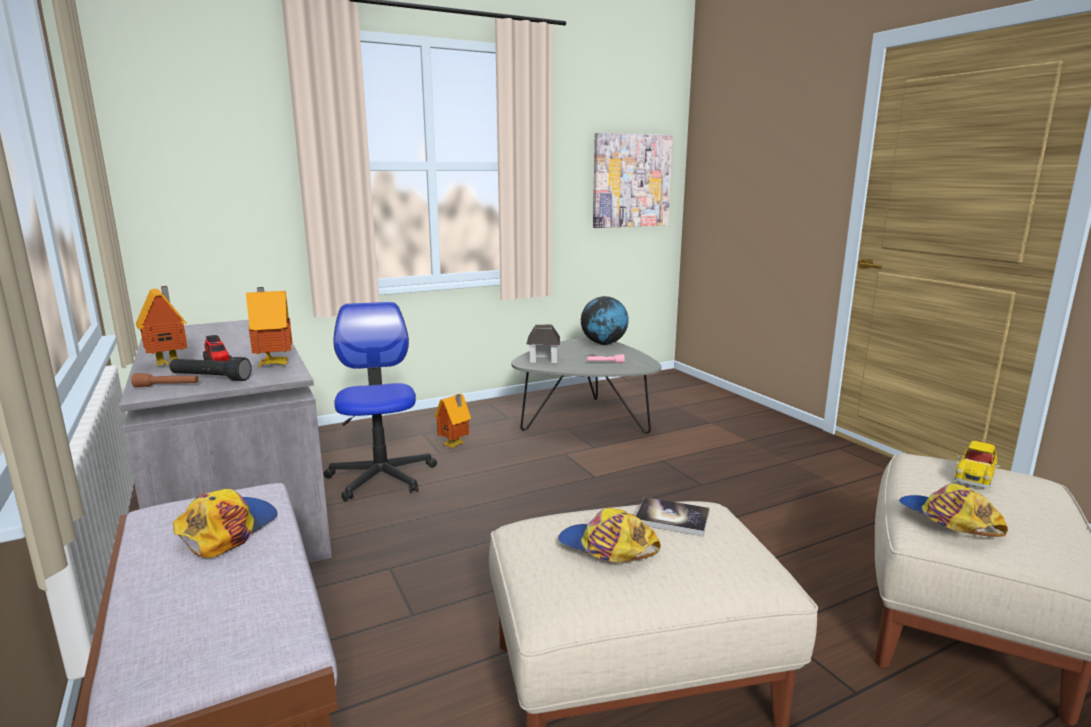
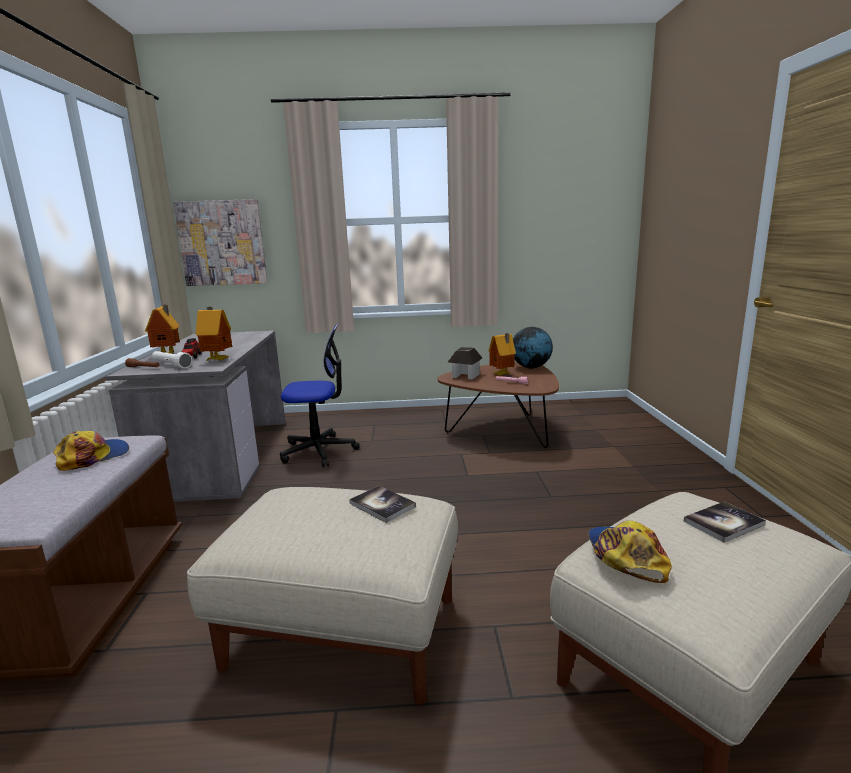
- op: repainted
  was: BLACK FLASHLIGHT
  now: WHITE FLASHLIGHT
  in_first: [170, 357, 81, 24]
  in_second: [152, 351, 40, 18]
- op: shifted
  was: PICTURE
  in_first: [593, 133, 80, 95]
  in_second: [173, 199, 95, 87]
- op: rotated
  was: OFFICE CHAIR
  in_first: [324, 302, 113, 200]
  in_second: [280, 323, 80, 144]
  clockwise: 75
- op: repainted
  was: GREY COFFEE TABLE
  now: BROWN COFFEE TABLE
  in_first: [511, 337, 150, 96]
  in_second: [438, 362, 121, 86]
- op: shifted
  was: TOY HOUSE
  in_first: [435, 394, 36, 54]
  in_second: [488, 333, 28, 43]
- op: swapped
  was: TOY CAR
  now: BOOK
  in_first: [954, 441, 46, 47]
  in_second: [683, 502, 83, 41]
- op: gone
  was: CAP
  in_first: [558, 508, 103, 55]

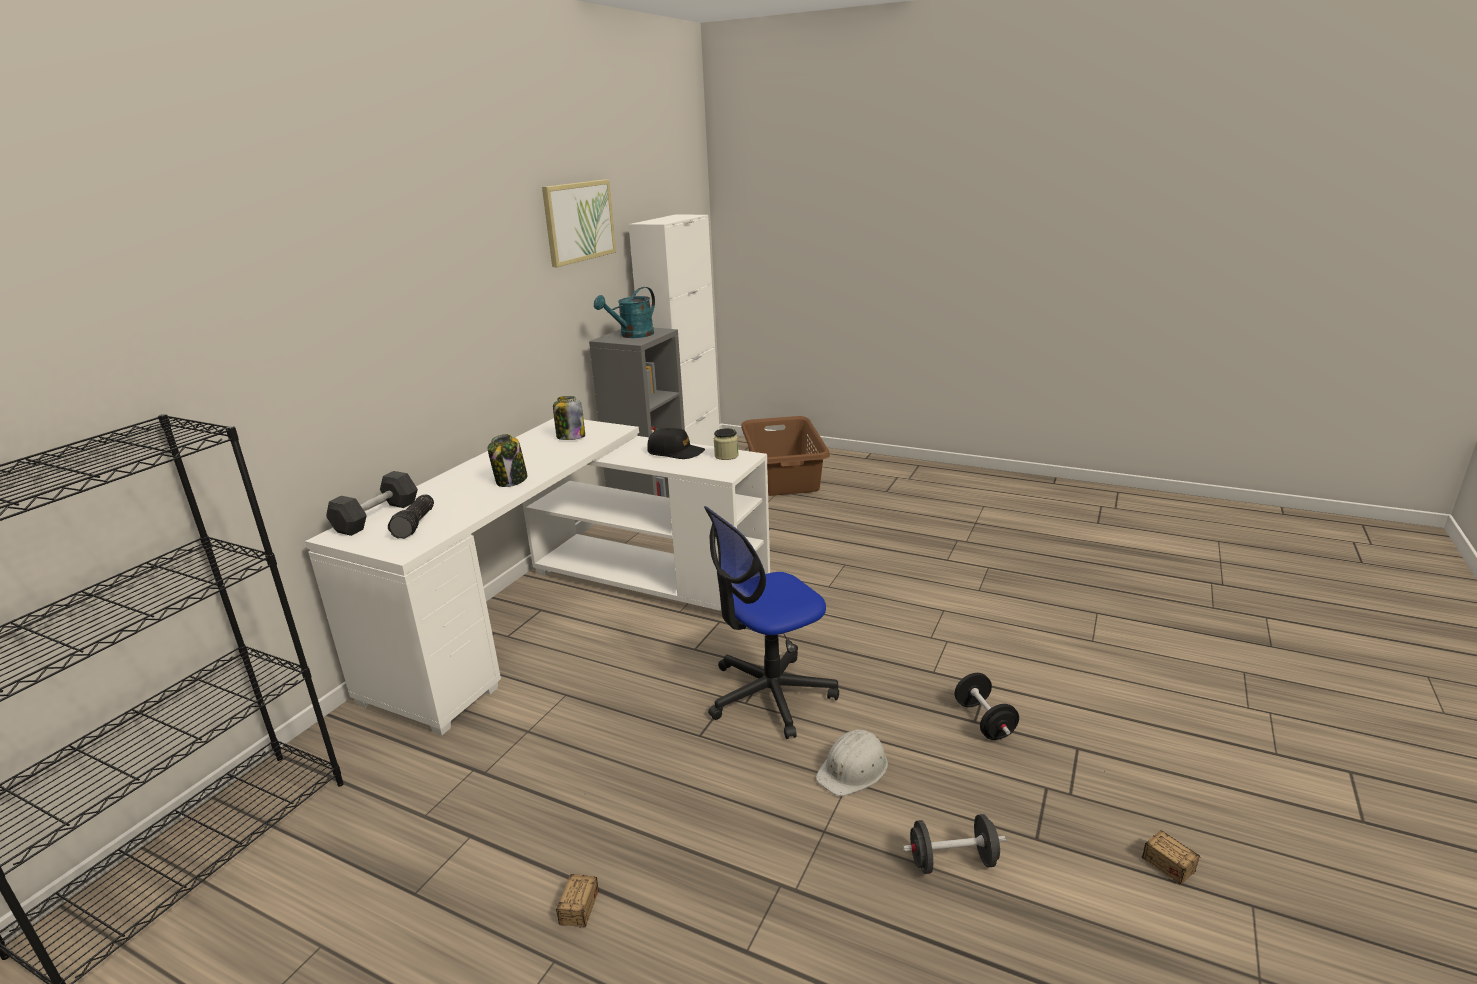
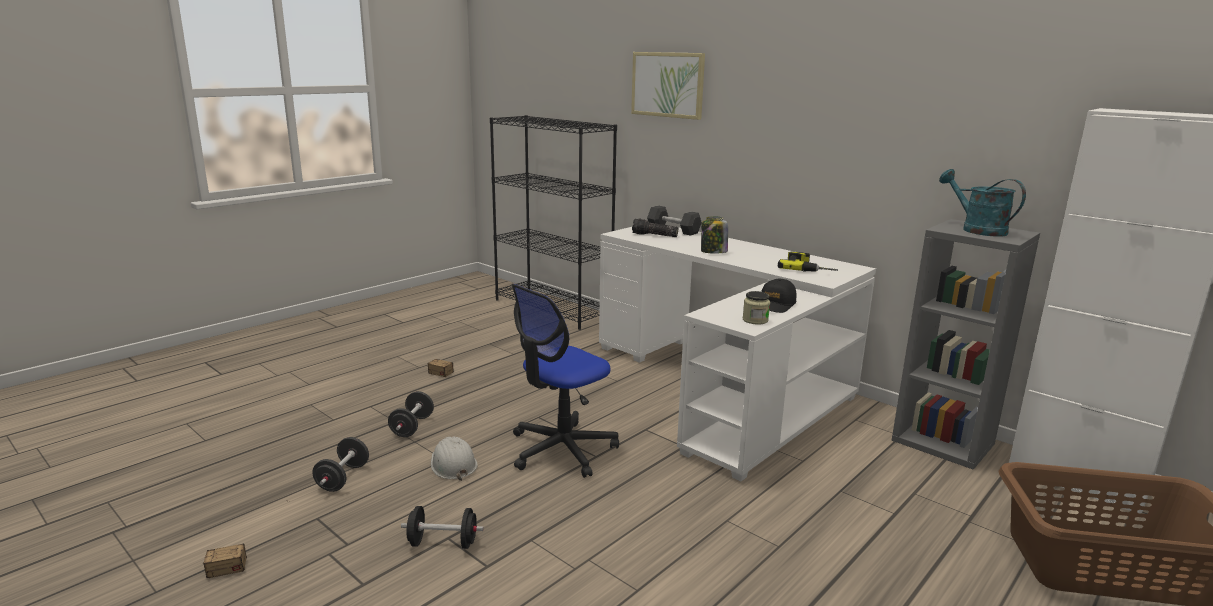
- op: new
  now: BLACK DUMBBELL
  in_second: [388, 391, 46, 46]
- op: rotated
  was: OFFICE CHAIR
  in_first: [704, 506, 135, 233]
  in_second: [512, 284, 107, 194]
  clockwise: -120
- op: shifted
  was: PICTURE
  in_first: [542, 179, 74, 88]
  in_second: [631, 52, 74, 68]
- op: swapped
  was: JAR
  now: POWER DRILL
  in_first: [553, 396, 32, 44]
  in_second: [778, 251, 60, 21]

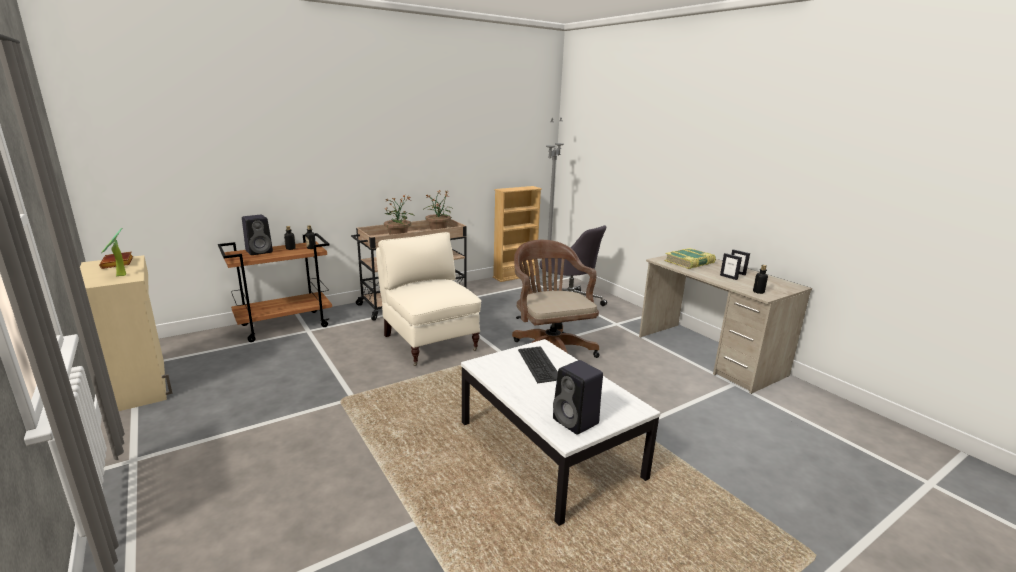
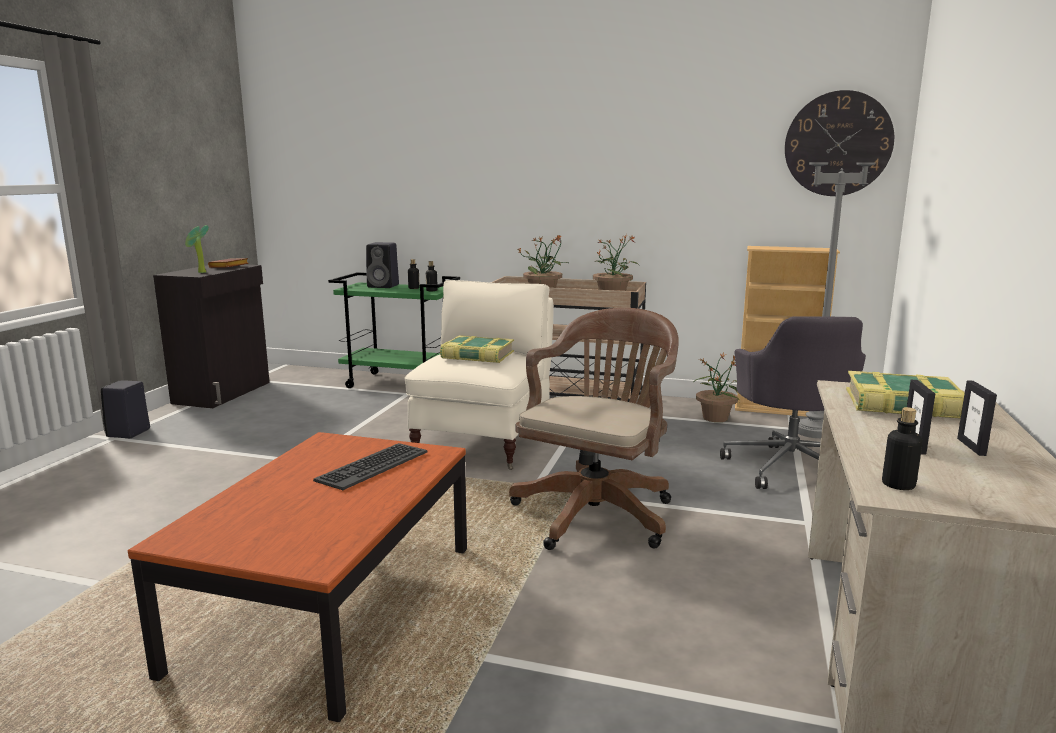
- op: shifted
  was: BLACK SPEAKER
  in_first: [553, 360, 50, 75]
  in_second: [101, 380, 49, 58]
- op: repainted
  was: WHITE COFFEE TABLE
  now: BROWN COFFEE TABLE
  in_first: [461, 339, 200, 187]
  in_second: [128, 432, 339, 290]
- op: repainted
  was: BEIGE CABINET
  now: BLACK CABINET
  in_first: [80, 255, 93, 156]
  in_second: [153, 264, 117, 144]
- op: repainted
  was: BROWN CART
  now: GREEN CART
  in_first: [218, 233, 114, 109]
  in_second: [328, 272, 132, 116]
- op: new
  now: BOOK
  in_second: [440, 335, 74, 28]
- op: new
  now: POTTED PLANT
  in_second: [695, 353, 43, 69]
- op: new
  now: WALL CLOCK
  in_second: [785, 90, 109, 106]

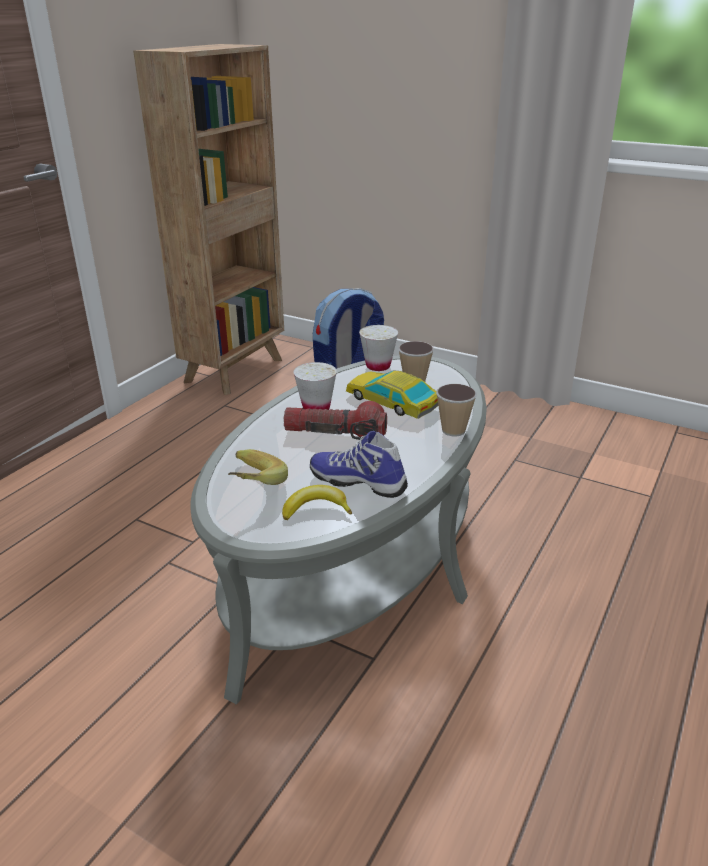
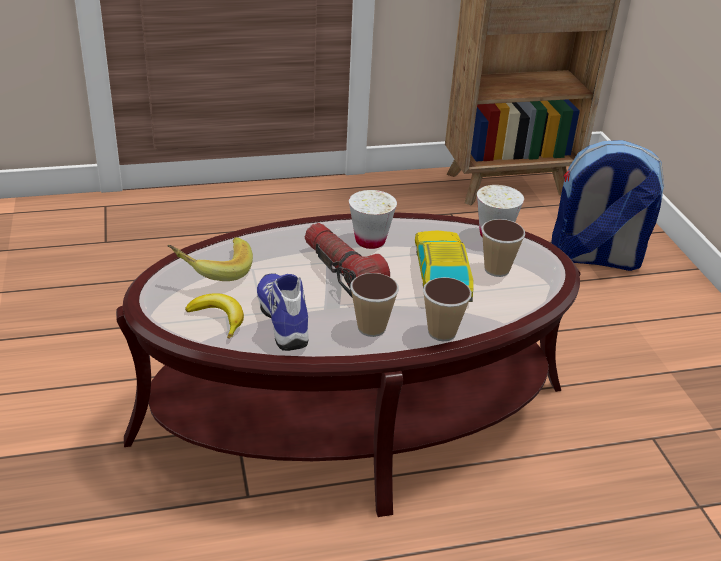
- op: repainted
  was: GREY COFFEE TABLE
  now: BROWN COFFEE TABLE
  in_first: [191, 355, 296, 350]
  in_second: [116, 213, 465, 304]
- op: new
  now: CUP
  in_second: [350, 273, 49, 64]

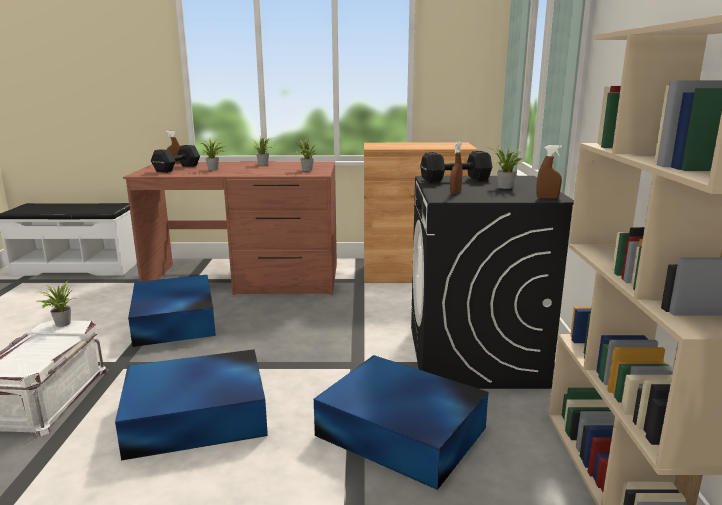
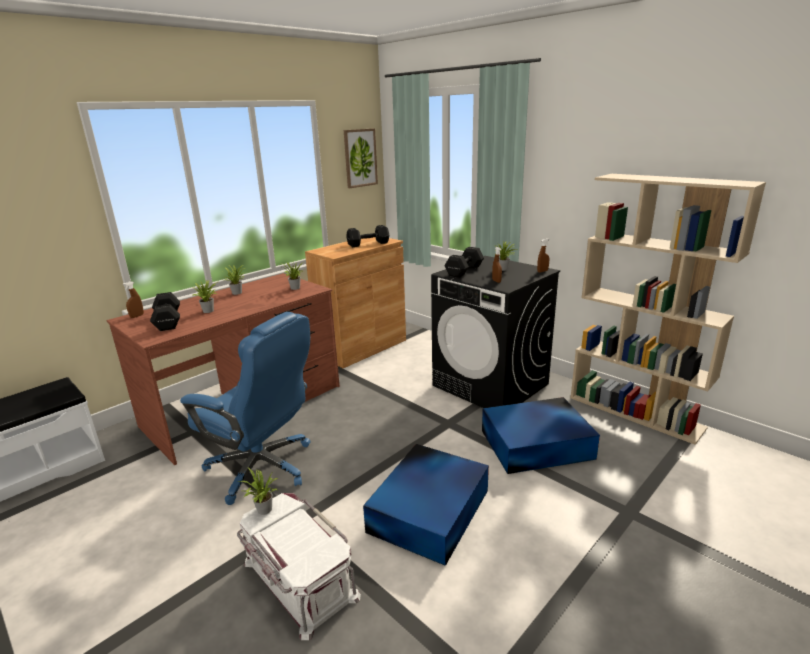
- op: swapped
  was: BLUE STORAGE BOX
  now: BLUE OFFICE CHAIR
  in_first: [128, 275, 88, 72]
  in_second: [180, 312, 131, 193]
- op: new
  now: PICTURE
  in_second: [344, 129, 34, 59]
- op: new
  now: BLACK DUMBBELL
  in_second: [346, 225, 43, 22]

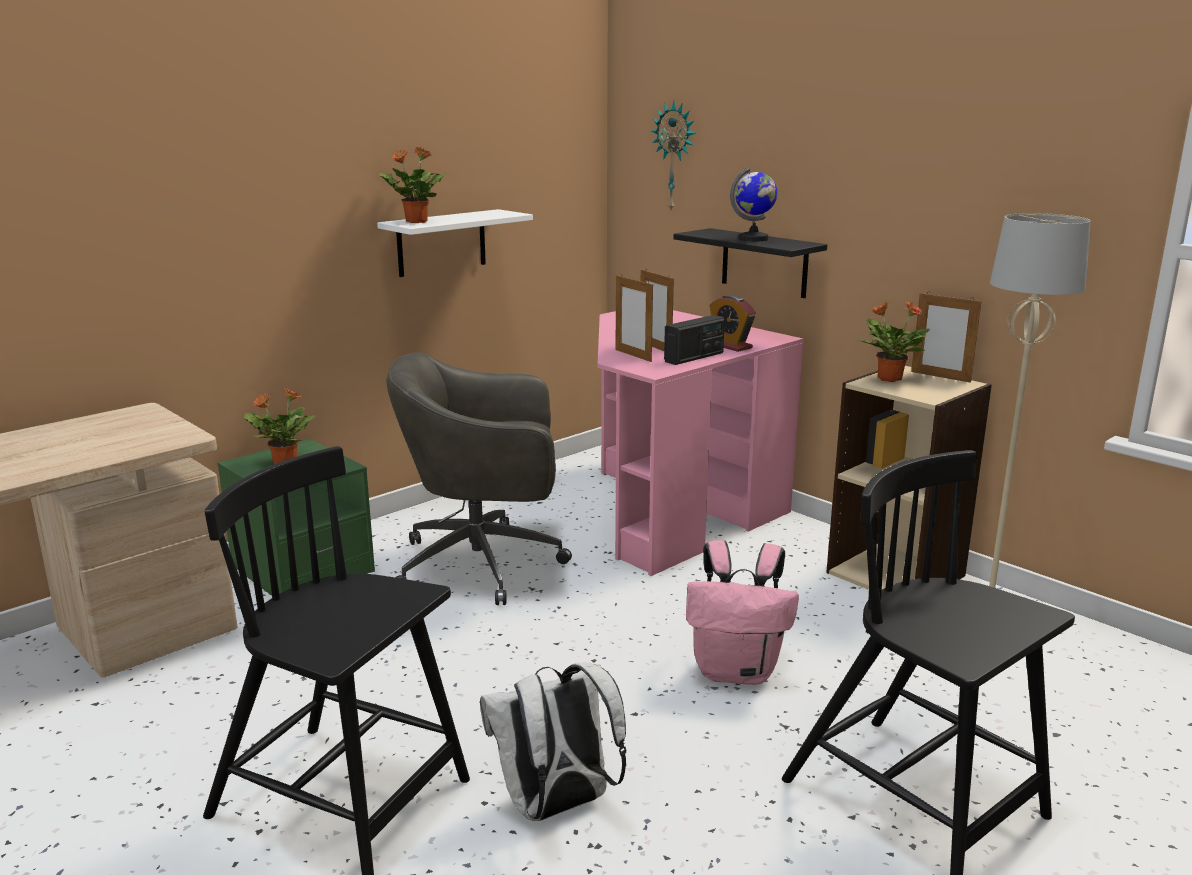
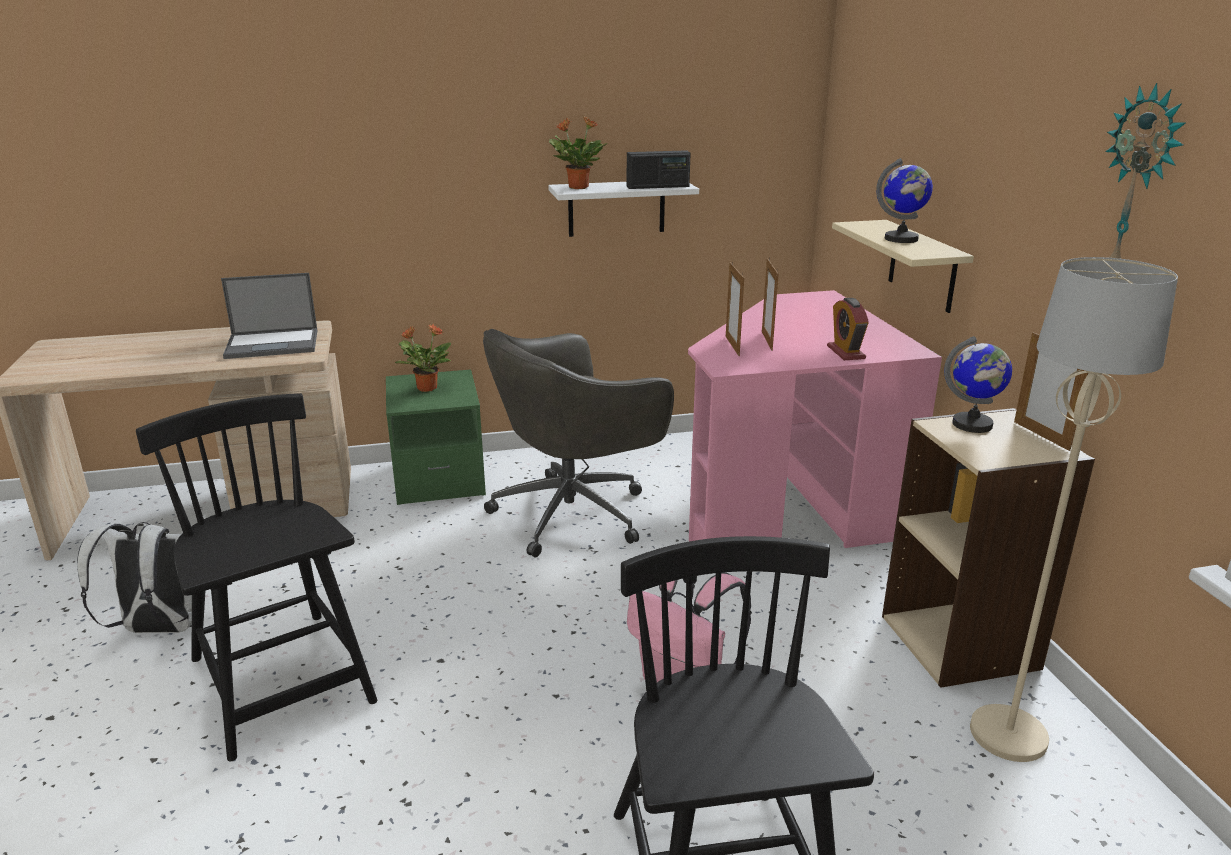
- op: shifted
  was: WHITE BACKPACK
  in_first: [480, 663, 146, 158]
  in_second: [77, 522, 115, 111]
- op: new
  now: LAPTOP
  in_second: [221, 273, 96, 86]
- op: rotated
  was: GREY OFFICE CHAIR
  in_first: [386, 352, 186, 253]
  in_second: [483, 329, 191, 228]
  clockwise: -60
- op: shifted
  was: RADIO
  in_first: [664, 315, 61, 50]
  in_second: [627, 150, 64, 39]
- op: repainted
  was: BLACK SHELF
  now: BEIGE SHELF
  in_first: [674, 228, 153, 70]
  in_second: [832, 220, 142, 93]
- op: swapped
  was: POTTED PLANT
  now: GLOBE
  in_first: [858, 301, 72, 81]
  in_second: [944, 336, 68, 97]
- op: shifted
  was: WALL CLOCK
  in_first: [652, 100, 44, 112]
  in_second: [1105, 83, 81, 176]

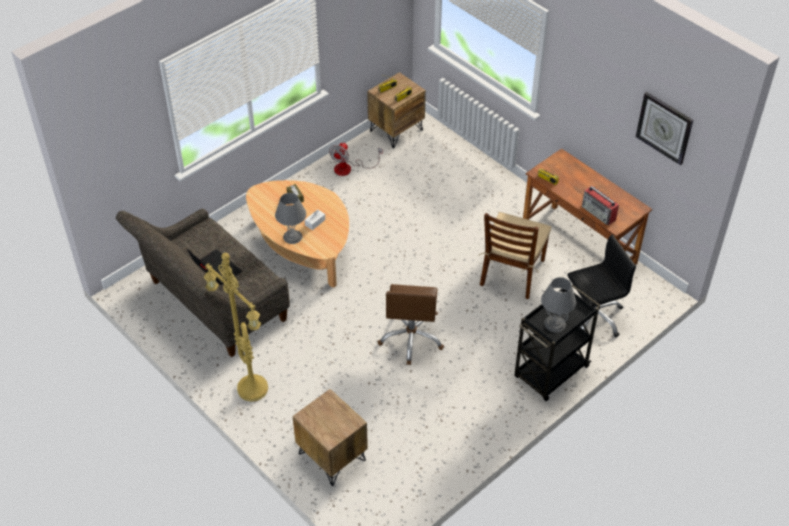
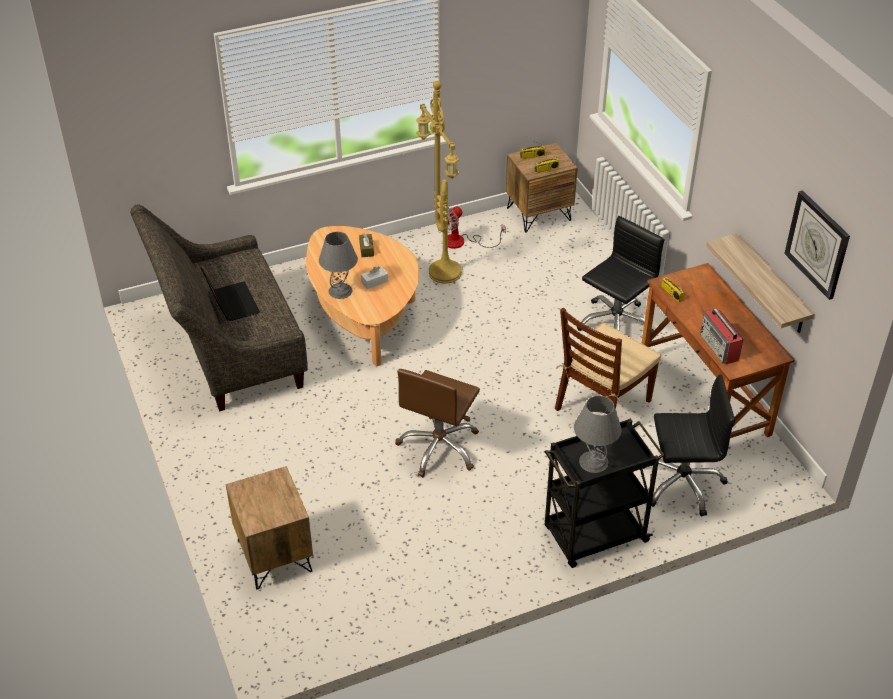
- op: shifted
  was: YELLOW FLOOR LAMP
  in_first: [204, 253, 64, 149]
  in_second: [416, 81, 46, 203]
- op: new
  now: BLACK OFFICE CHAIR
  in_second: [577, 216, 87, 117]
- op: new
  now: SHELF
  in_second: [706, 233, 109, 100]

